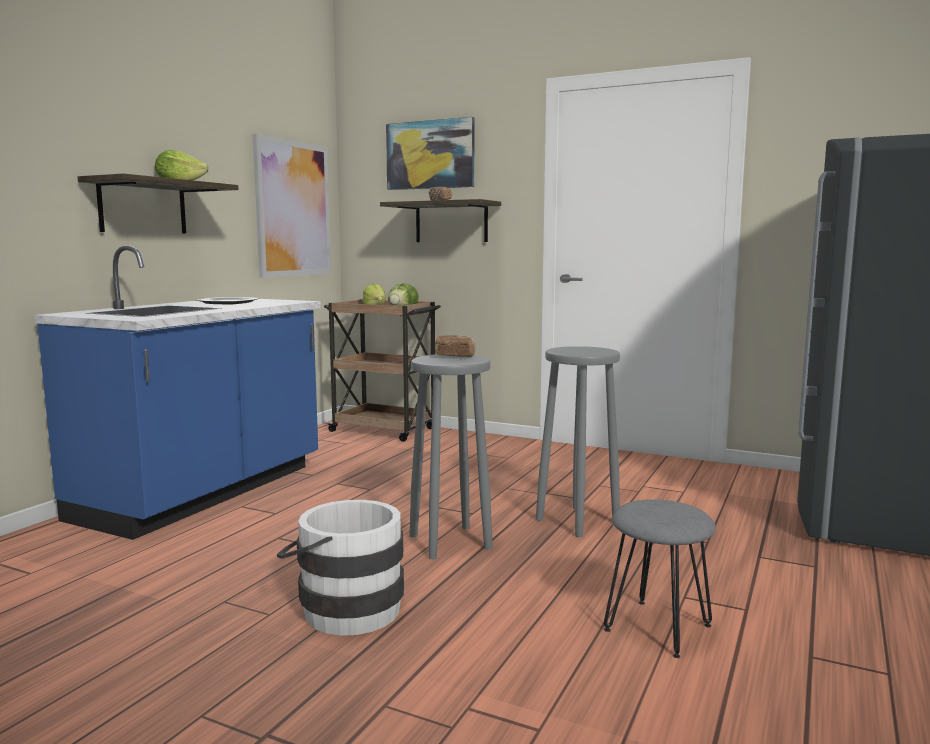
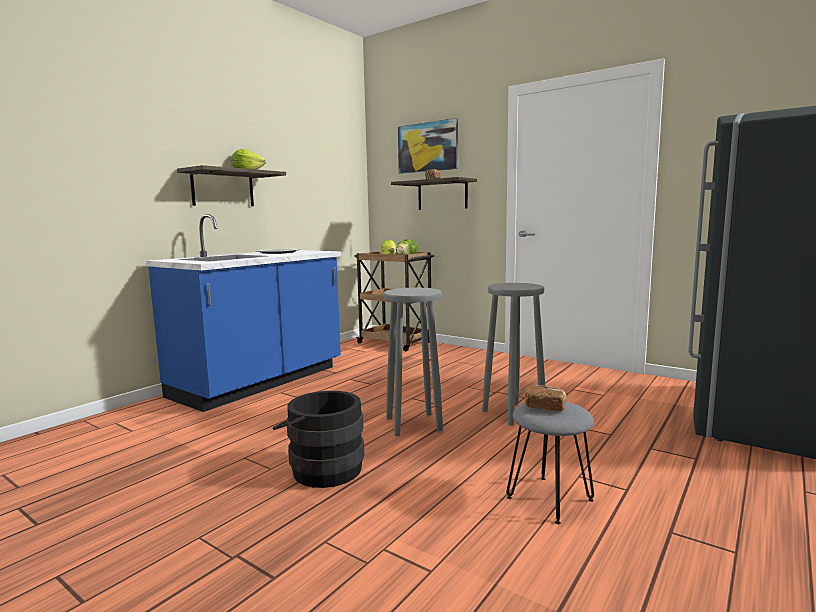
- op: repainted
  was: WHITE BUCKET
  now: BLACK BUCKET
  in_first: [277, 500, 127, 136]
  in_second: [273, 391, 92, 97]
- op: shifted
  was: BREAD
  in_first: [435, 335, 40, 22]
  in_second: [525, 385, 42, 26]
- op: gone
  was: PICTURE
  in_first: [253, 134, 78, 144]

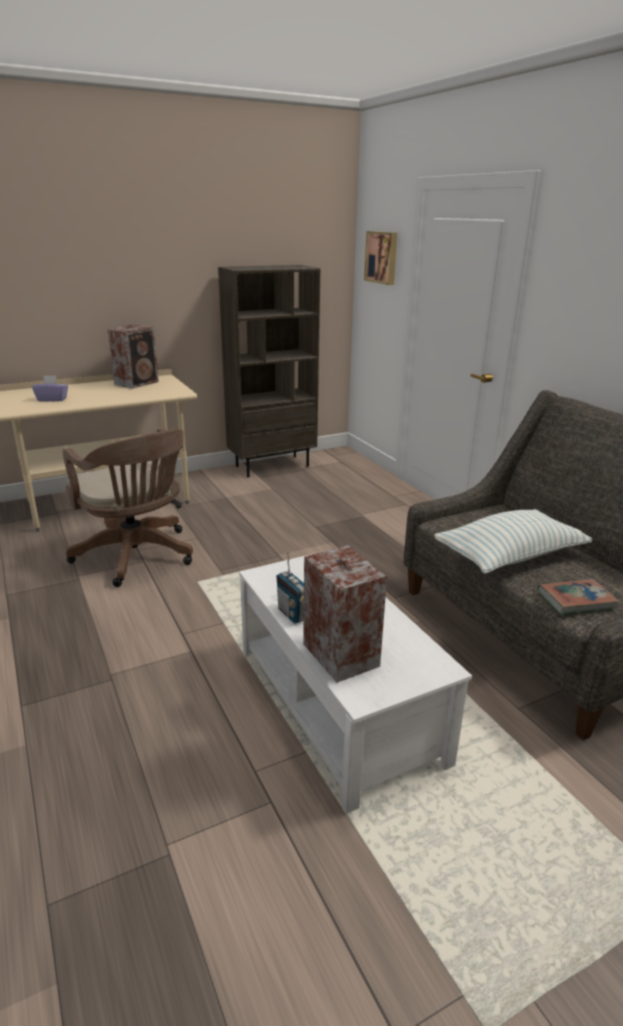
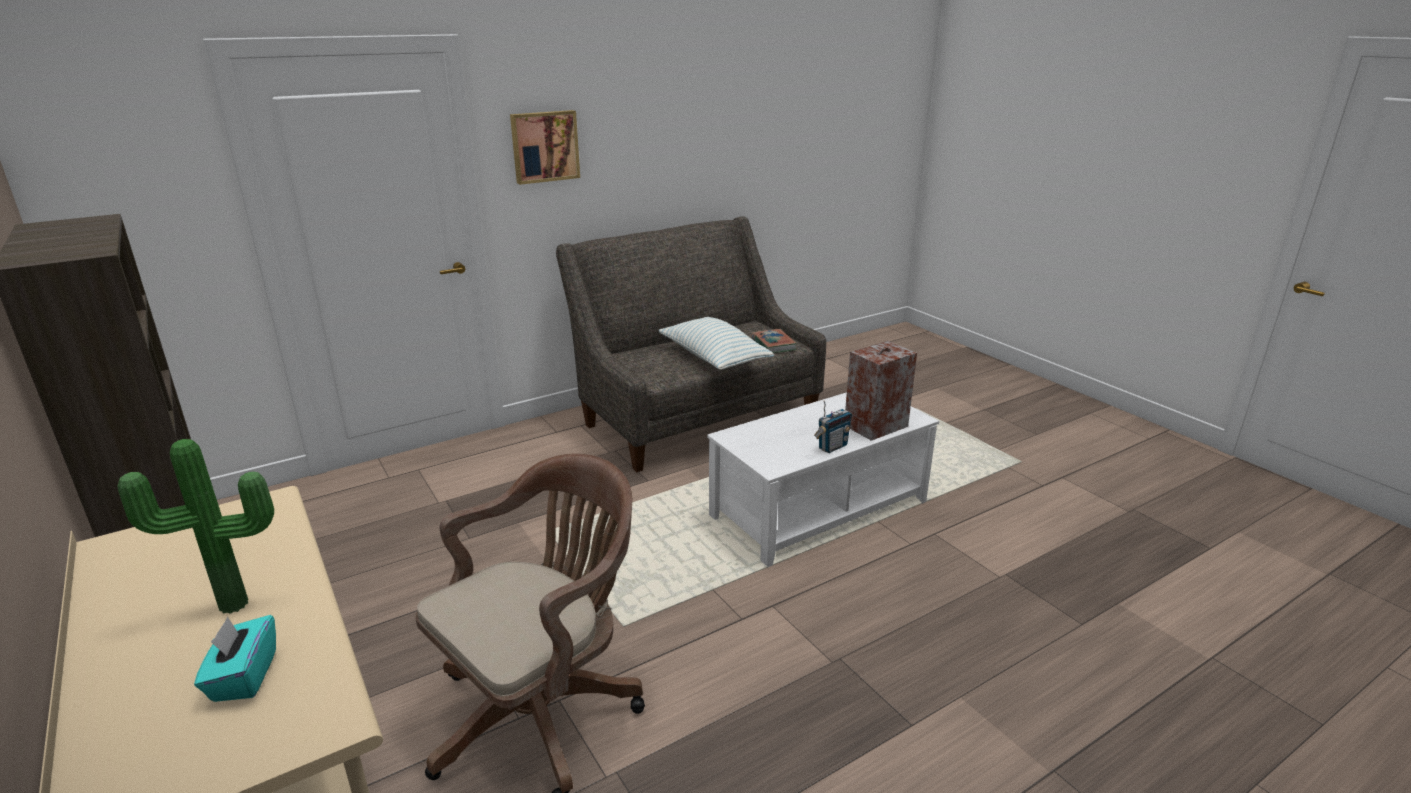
- op: new
  now: POTTED PLANT
  in_second: [117, 439, 157, 175]
- op: repainted
  was: PURPLE TISSUE BOX
  now: TURQUOISE TISSUE BOX
  in_first: [32, 375, 36, 27]
  in_second: [194, 615, 82, 87]
- op: shifted
  was: PICTURE
  in_first: [364, 231, 33, 54]
  in_second: [510, 110, 70, 75]
- op: gone
  was: SPEAKER
  in_first: [108, 324, 51, 65]

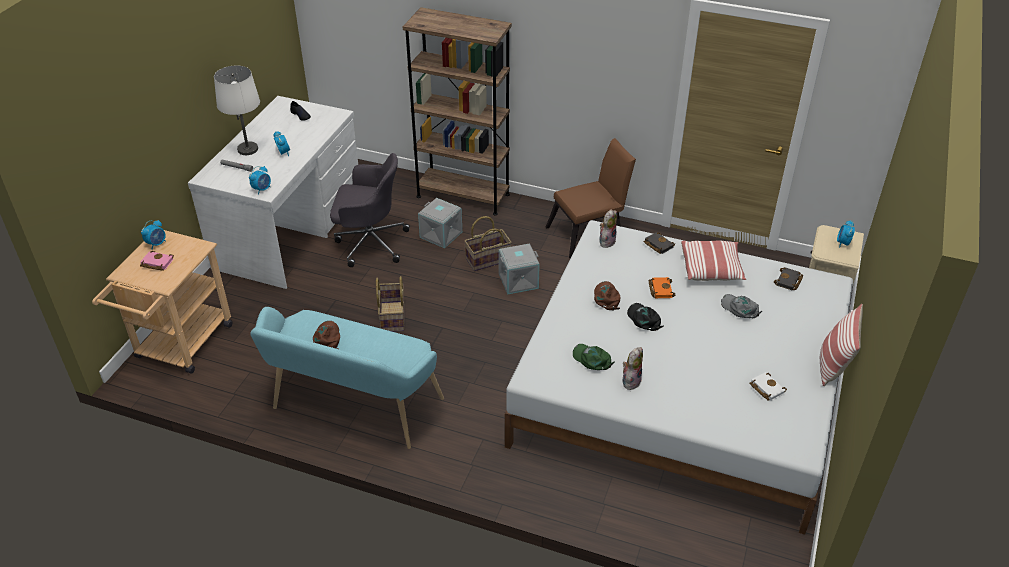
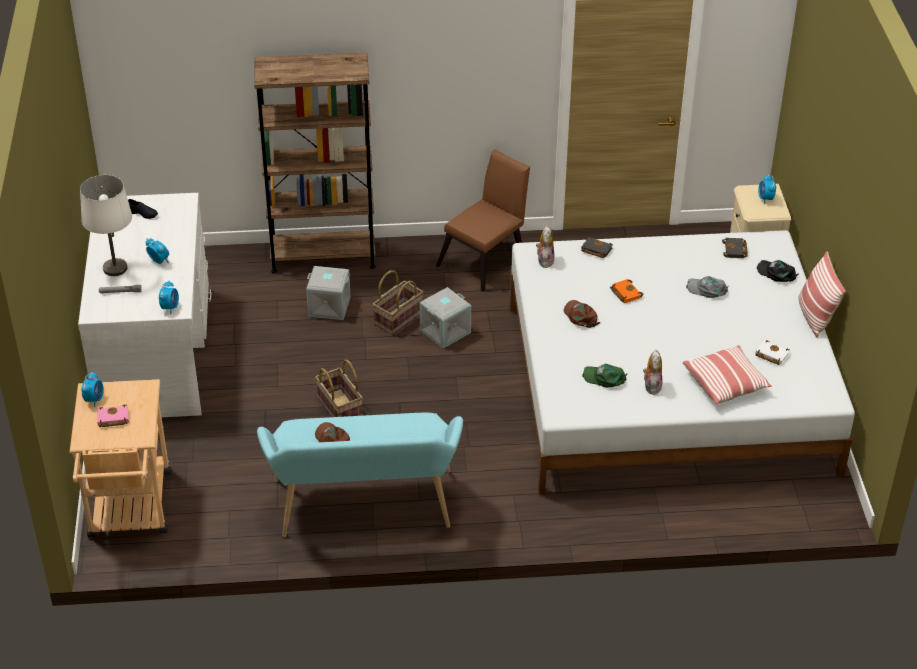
- op: shifted
  was: PILLOW
  in_first: [681, 241, 65, 40]
  in_second: [683, 345, 89, 60]
- op: shifted
  was: BLACK CAP
  in_first: [627, 303, 37, 28]
  in_second: [757, 260, 42, 22]
- op: gone
  was: GREY OFFICE CHAIR
  in_first: [330, 153, 80, 114]

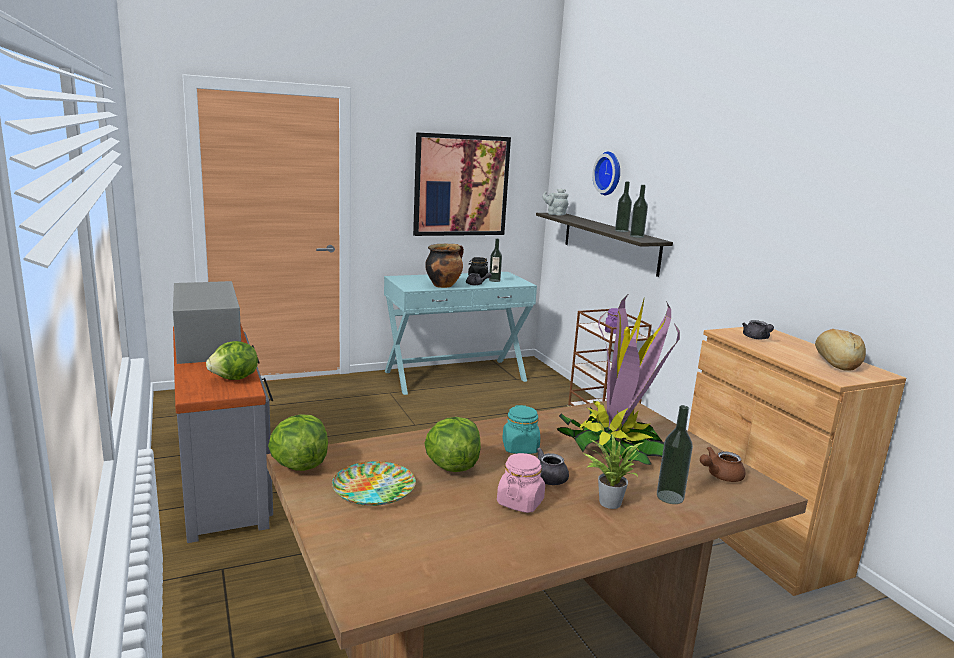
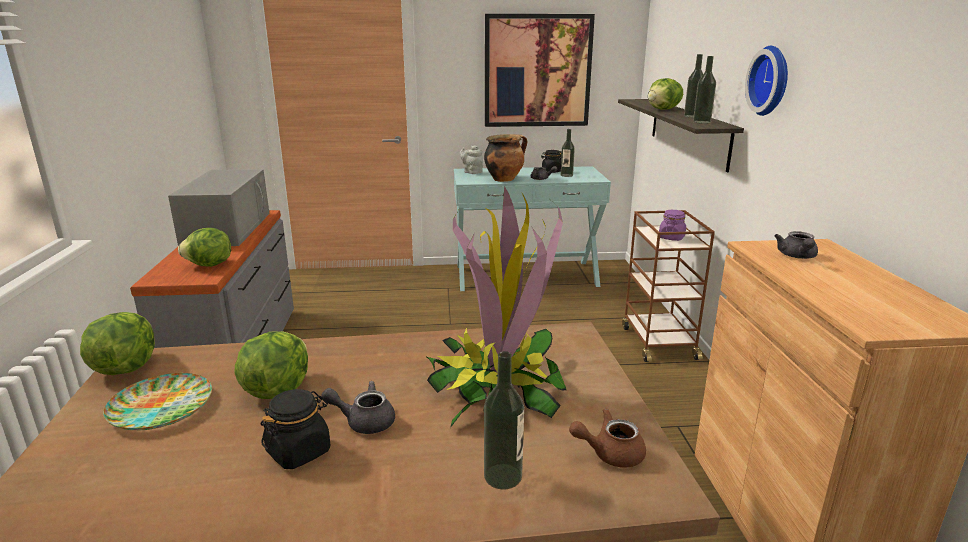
- op: repainted
  was: PINK JAR
  now: BLACK JAR
  in_first: [497, 453, 48, 60]
  in_second: [261, 389, 70, 80]
- op: shifted
  was: GREY TEAPOT
  in_first: [542, 189, 27, 27]
  in_second: [460, 145, 23, 29]
- op: new
  now: LETTUCE
  in_second: [648, 78, 35, 32]
- op: shifted
  was: WALL CLOCK
  in_first: [593, 152, 27, 43]
  in_second: [745, 46, 43, 70]
- op: gone
  was: TURQUOISE JAR
  in_first: [502, 405, 38, 49]
- op: gone
  was: POTTED PLANT
  in_first: [583, 434, 61, 75]
- op: gone
  was: BREAD
  in_first: [815, 329, 51, 42]

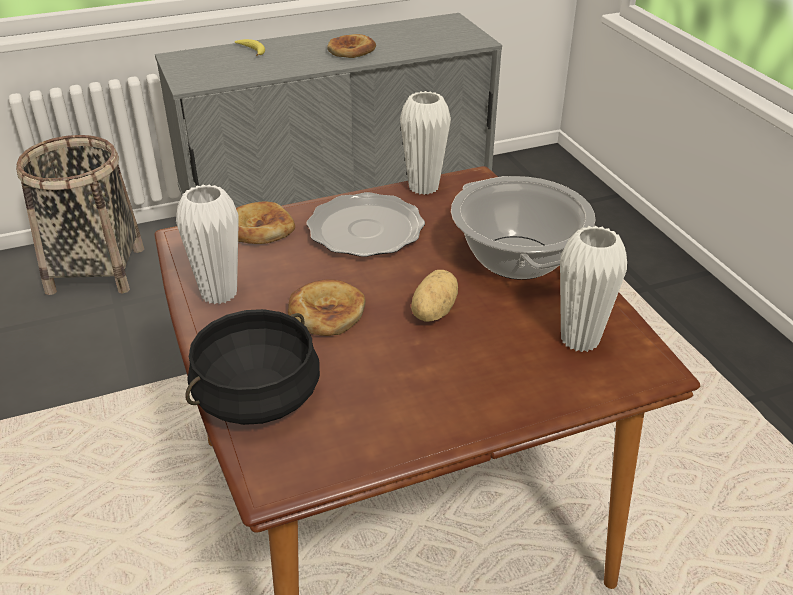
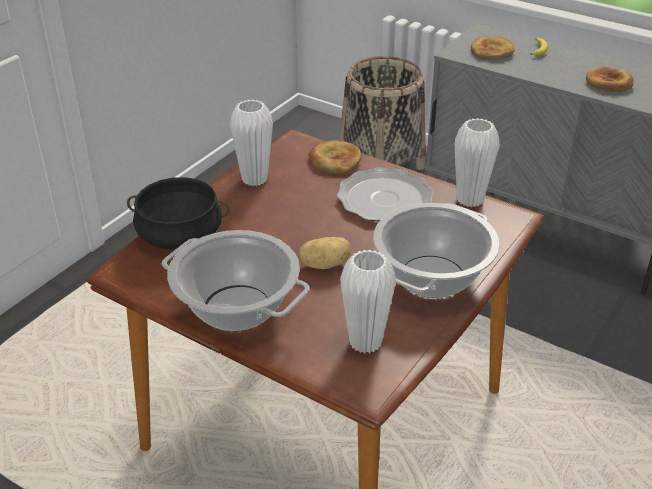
- op: new
  now: COOKING POT
  in_second: [162, 230, 147, 101]
- op: shifted
  was: BREAD
  in_first: [288, 279, 77, 57]
  in_second: [471, 36, 44, 24]

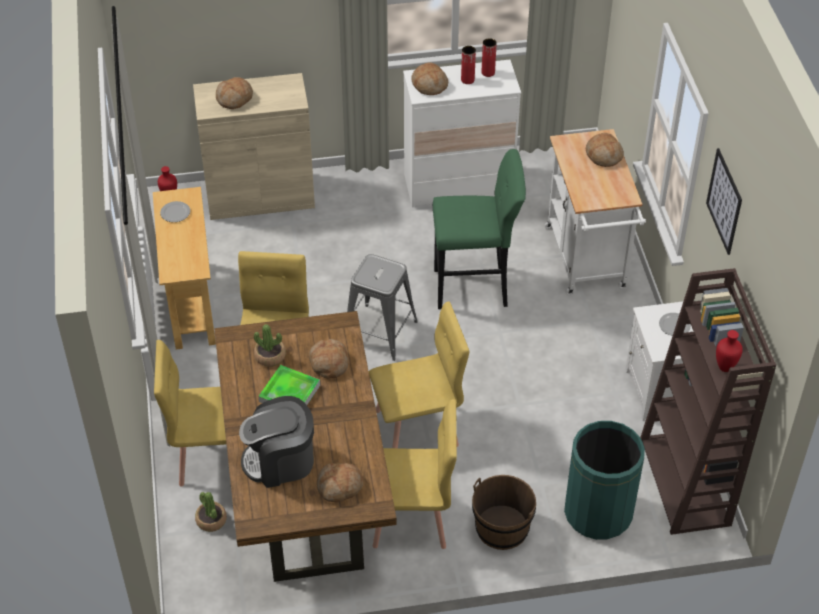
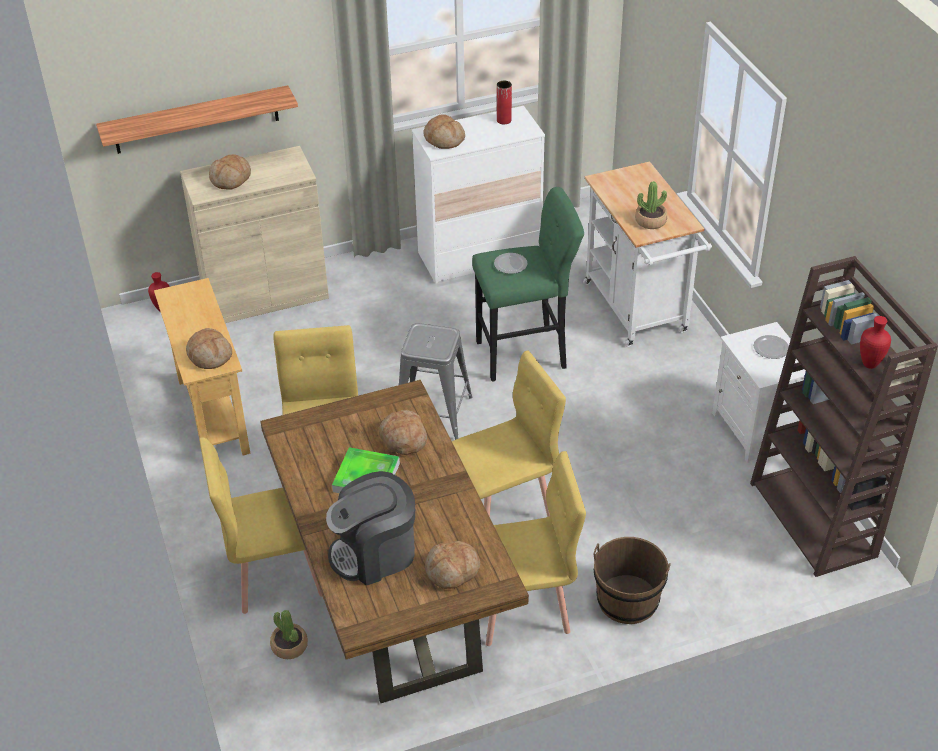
- op: new
  now: SHELF
  in_second: [96, 85, 202, 69]
- op: shifted
  was: BREAD
  in_first: [586, 133, 38, 34]
  in_second: [186, 328, 46, 41]
- op: shifted
  was: PLATE
  in_first: [160, 201, 30, 21]
  in_second: [494, 253, 34, 21]
- op: shifted
  was: POTTED PLANT
  in_first: [254, 324, 32, 43]
  in_second: [635, 181, 32, 48]
- op: gone
  was: RED VASE
  in_first: [461, 46, 15, 38]
- op: gone
  was: GREEN TRASH CAN
  in_first: [564, 421, 81, 119]
- op: gone
  was: PICTURE
  in_first: [706, 148, 36, 107]

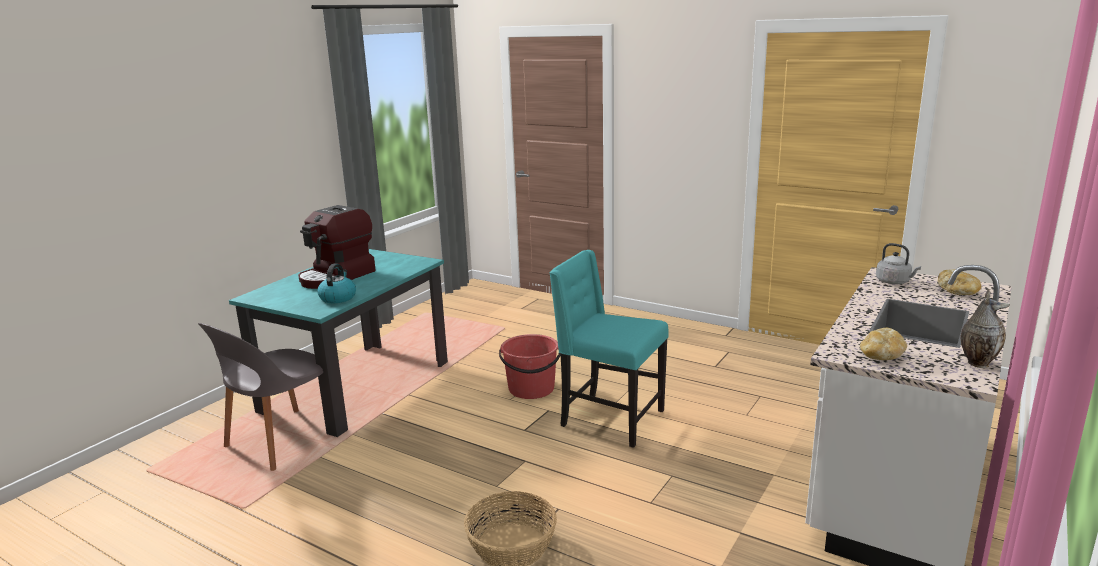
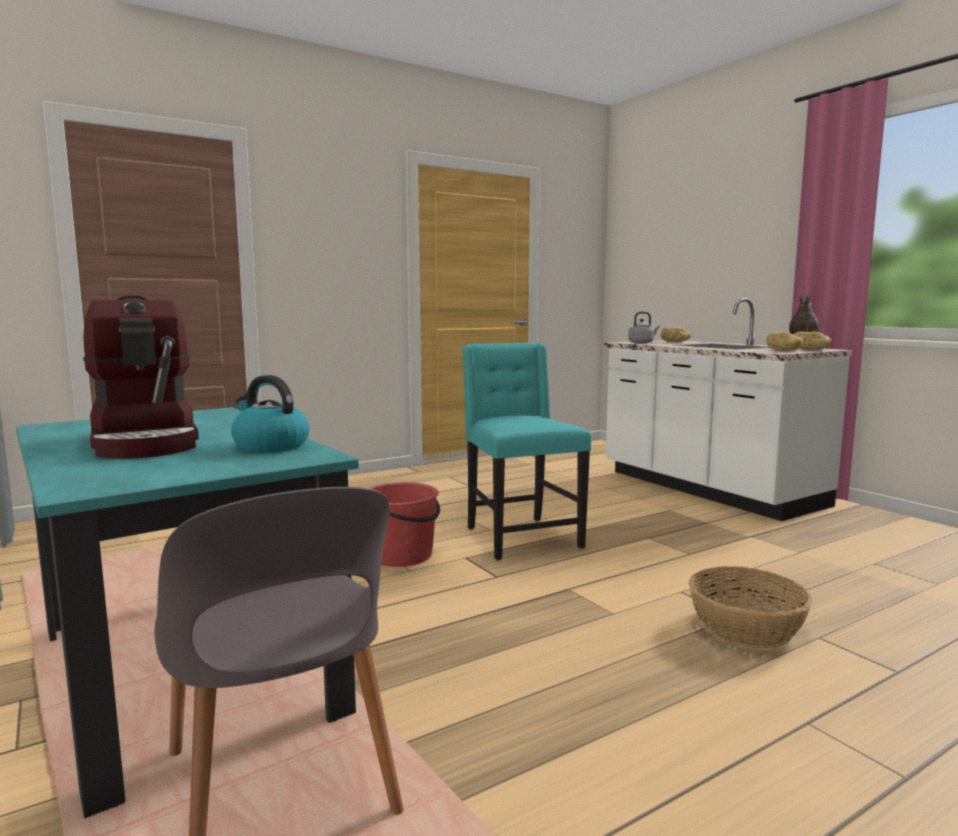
- op: rotated
  was: TURQUOISE CHAIR
  in_first: [549, 250, 120, 198]
  in_second: [462, 343, 129, 217]
  clockwise: 105
- op: new
  now: BREAD
  in_second: [794, 332, 37, 18]

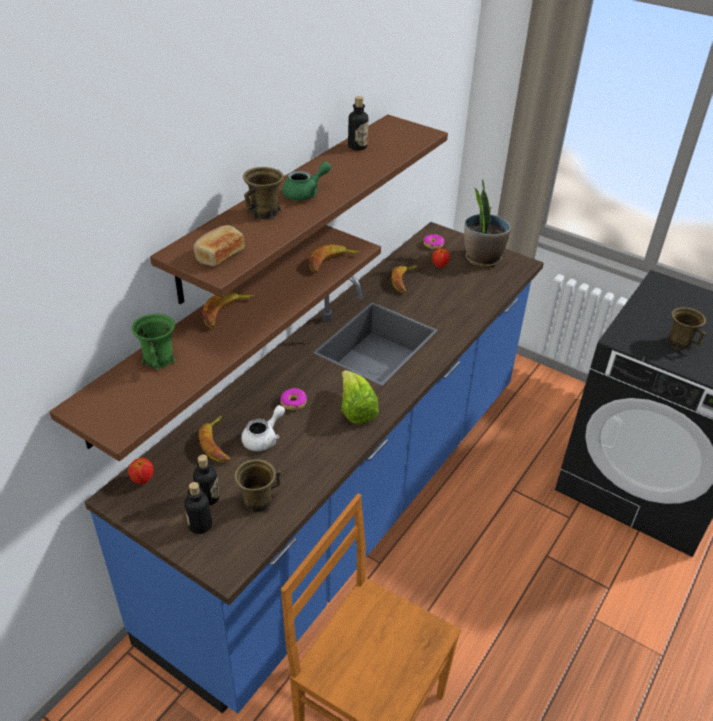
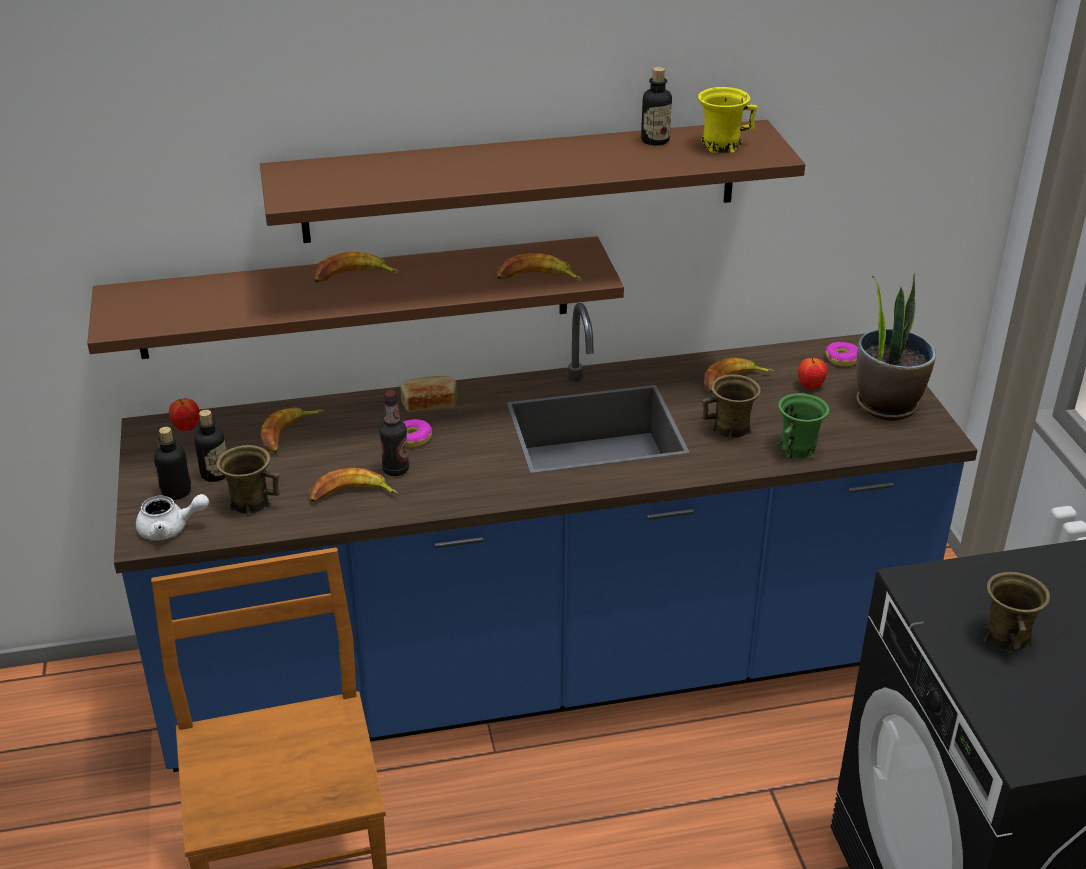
- op: shifted
  was: WHITE TEAPOT
  in_first: [241, 405, 44, 46]
  in_second: [136, 494, 73, 46]
- op: new
  now: BANANA
  in_second: [309, 468, 89, 34]
- op: new
  now: BOTTLE
  in_second: [379, 390, 30, 86]
- op: shifted
  was: BREAD
  in_first: [193, 225, 52, 41]
  in_second: [400, 376, 57, 36]
- op: new
  now: YELLOW MUG
  in_second: [698, 87, 59, 66]
- op: shifted
  was: BROWN MUG
  in_first: [243, 167, 41, 53]
  in_second: [702, 374, 59, 66]
- op: shifted
  was: GREEN MUG
  in_first: [131, 314, 45, 56]
  in_second: [777, 393, 52, 66]
- op: gone
  was: GREEN TEAPOT
  in_first: [282, 162, 49, 39]
- op: gone
  was: LETTUCE
  in_first: [341, 370, 38, 54]

